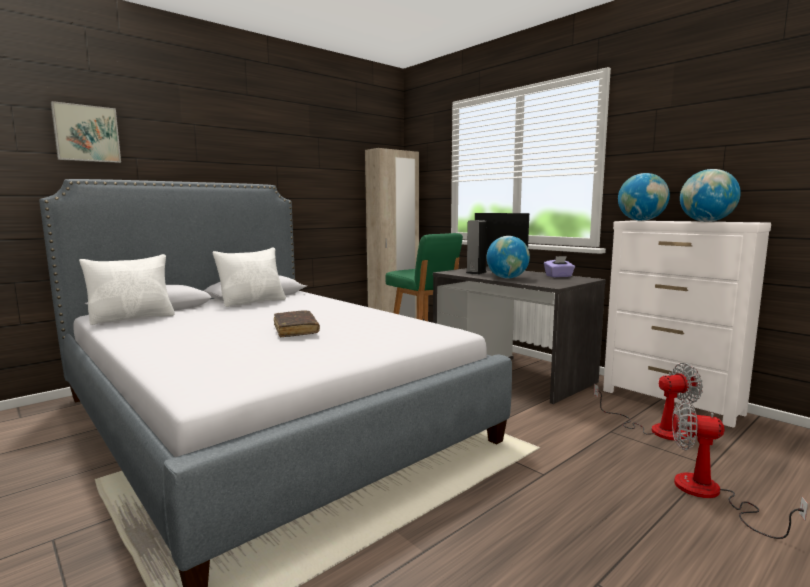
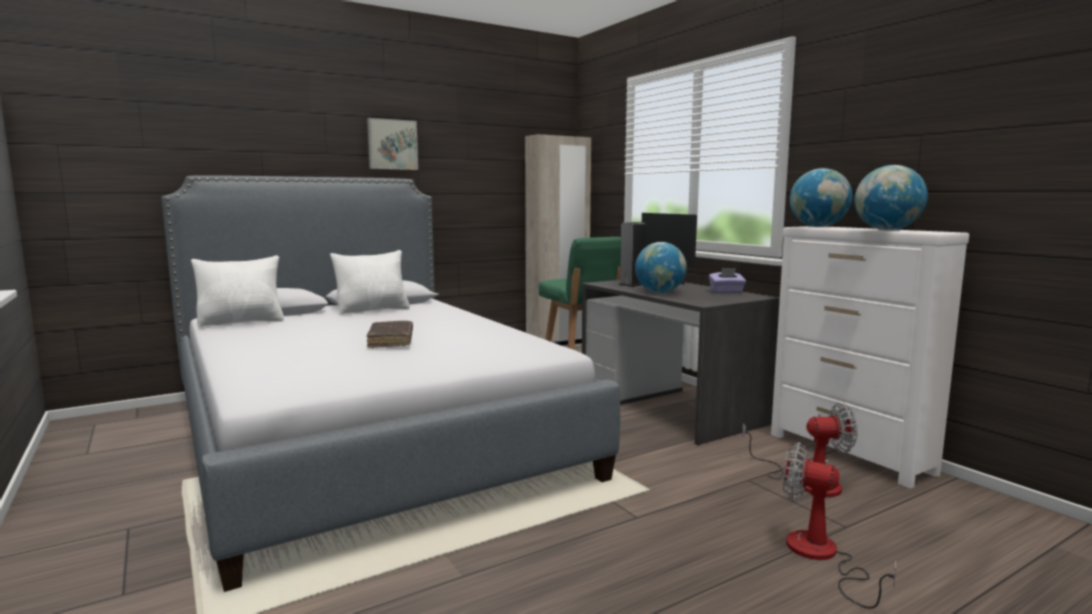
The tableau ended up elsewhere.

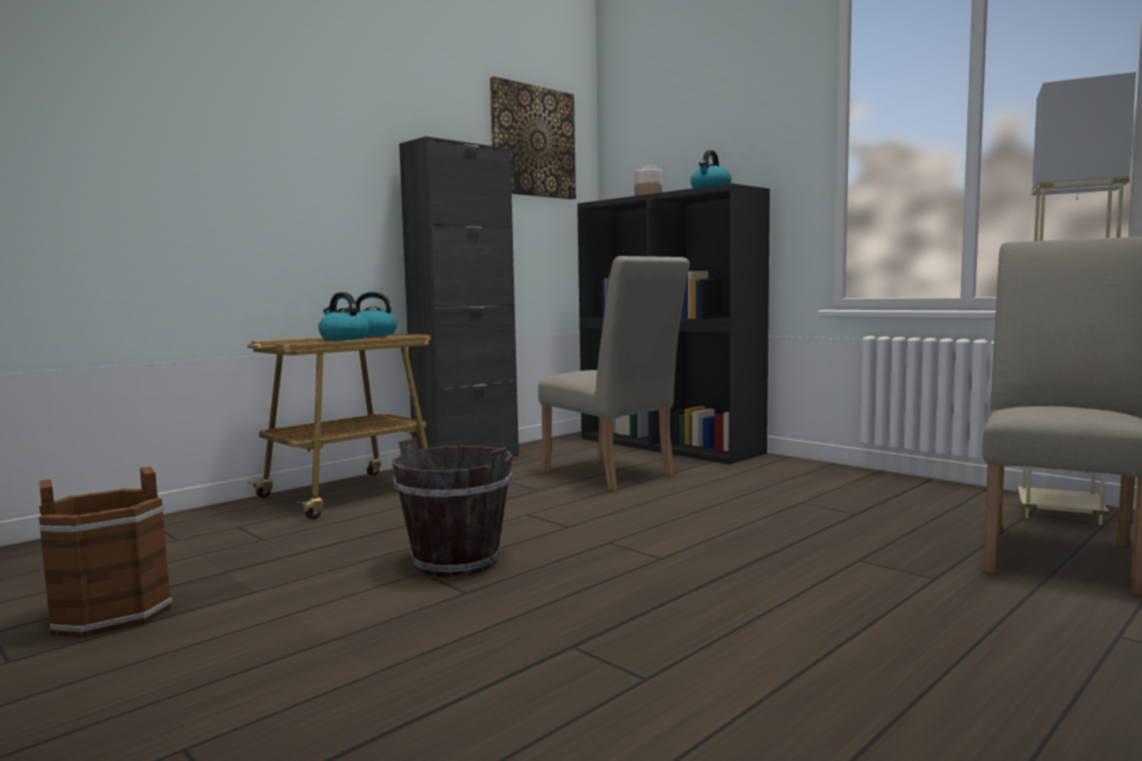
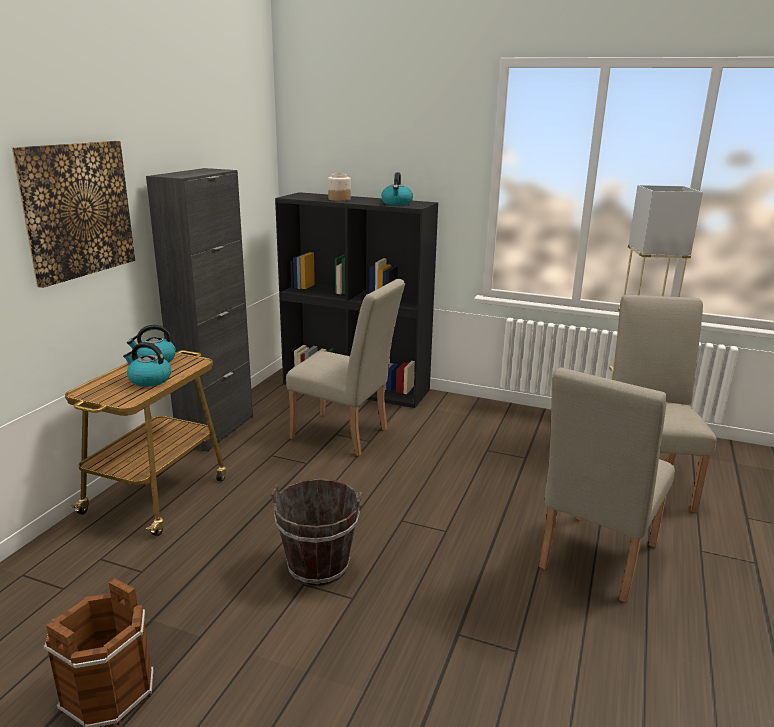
The tableau ended up elsewhere.
The second view gained the chaise [beige] (2nd from left).

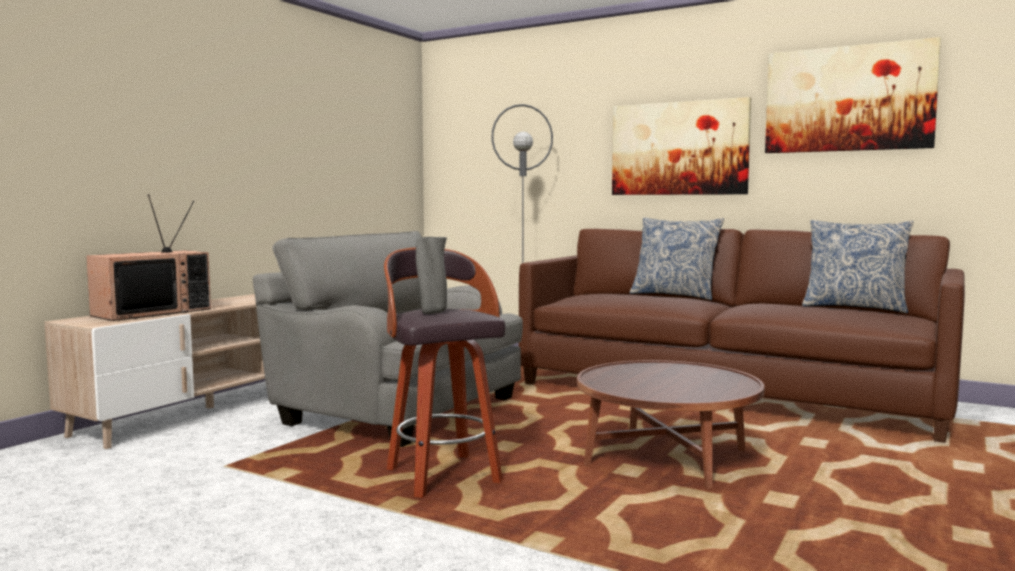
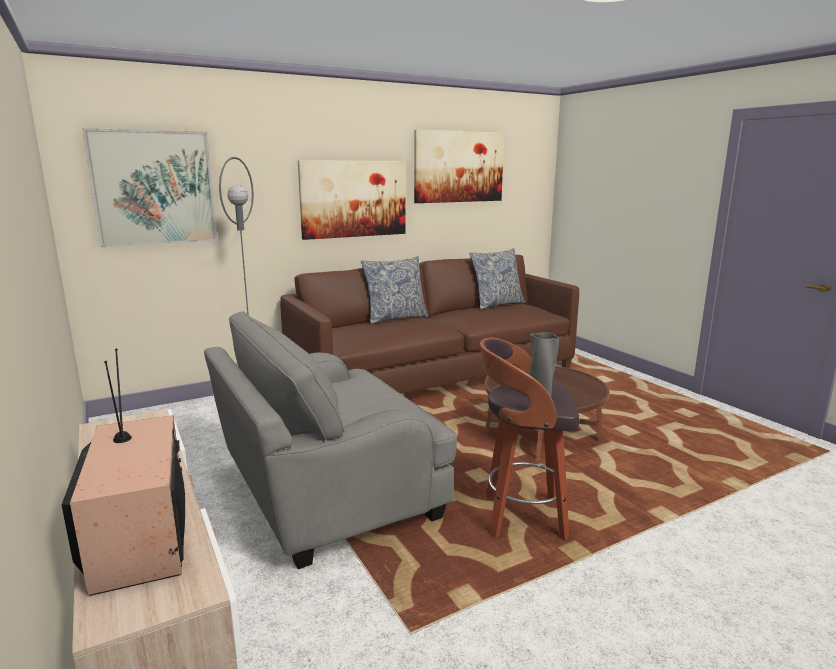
The second view gained the tableau (1st from left).

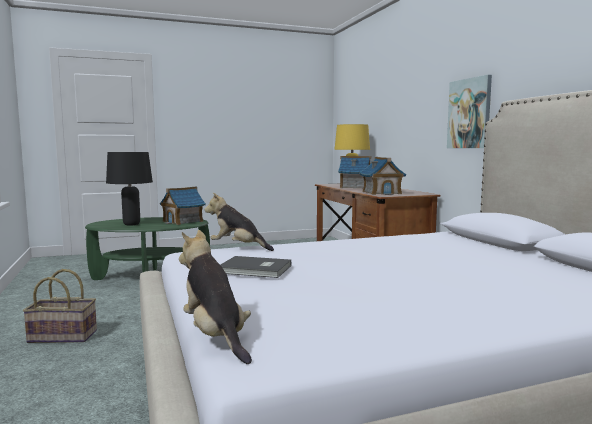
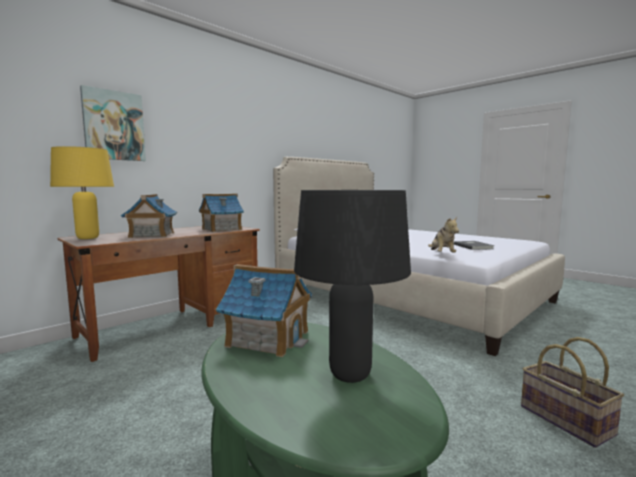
The tableau ended up elsewhere.
The second view lost the peluche (1st from left).

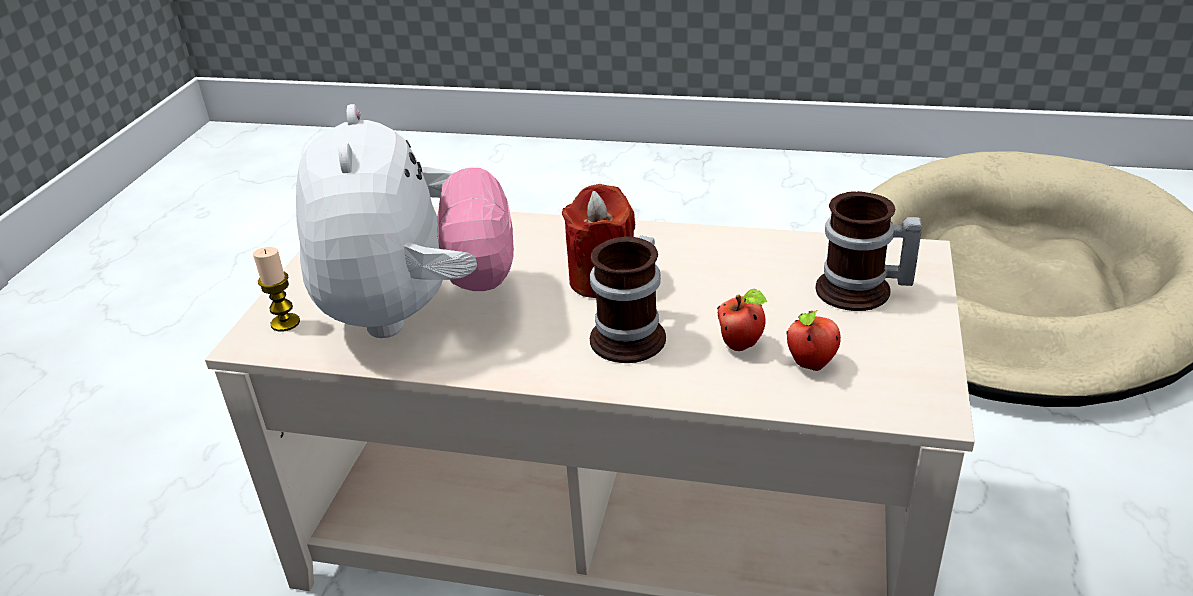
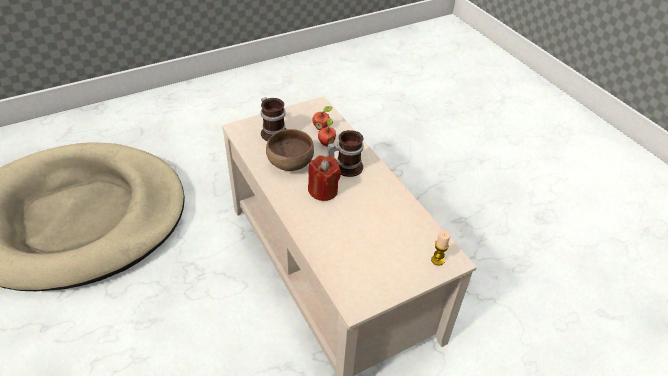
The second view lost the peluche.
The second view gained the bol [marron].

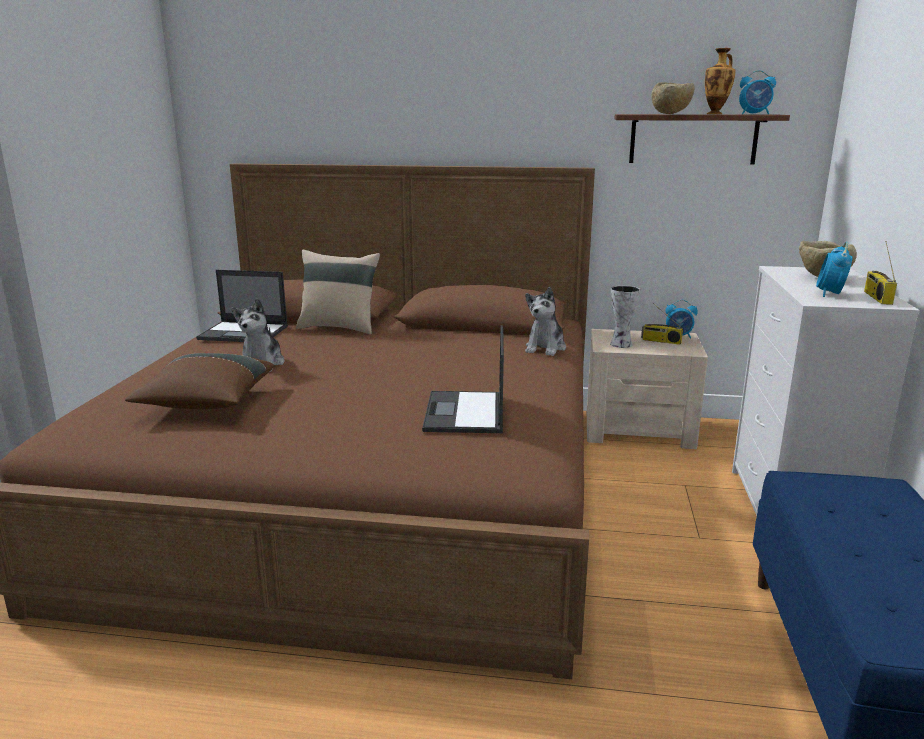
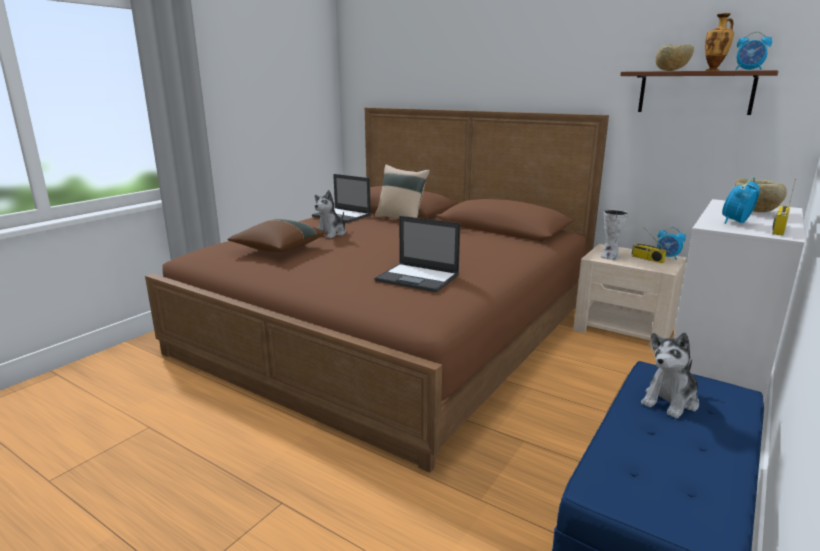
The peluche (2nd from left) ended up elsewhere.
The ordinateur portable (2nd from left) ended up facing another way, 90 degrees counterclockwise from before.

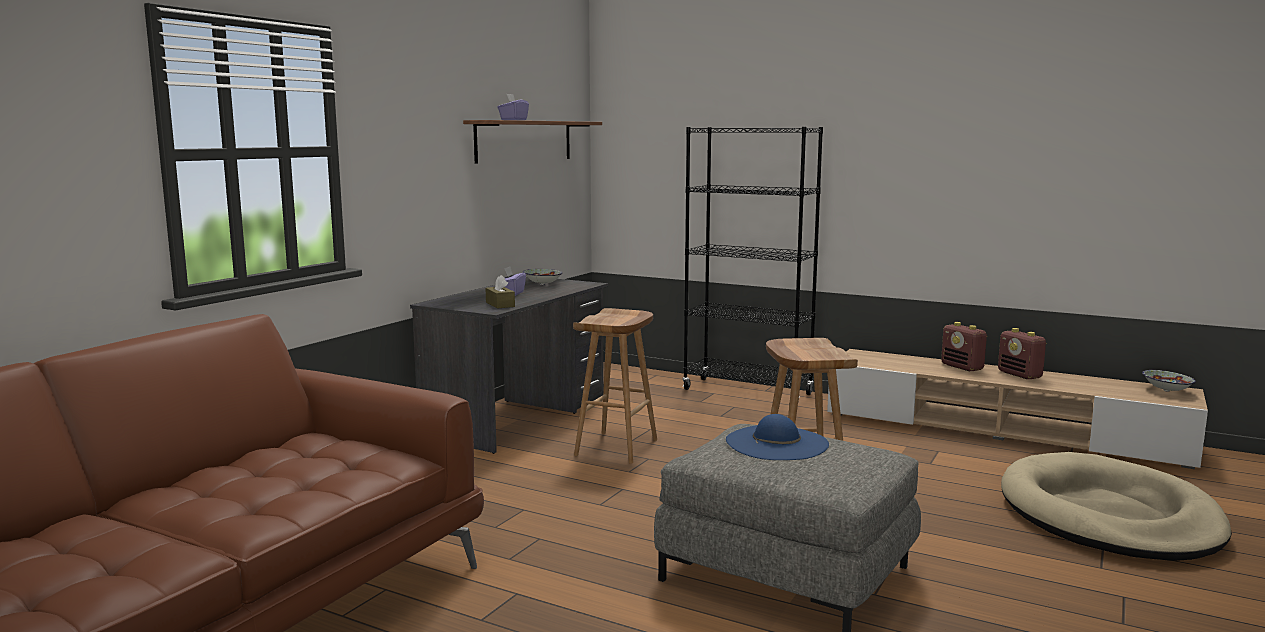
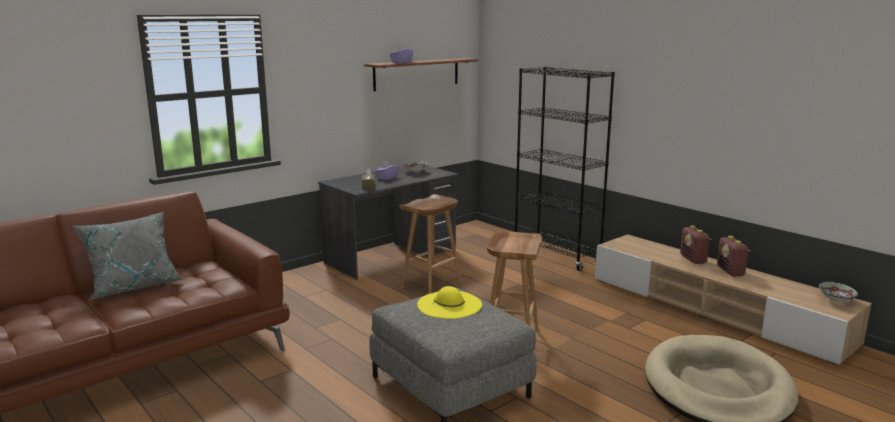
What was the chapeau [bleu] turned into the chapeau [jaune].
The second view gained the coussin [gris].

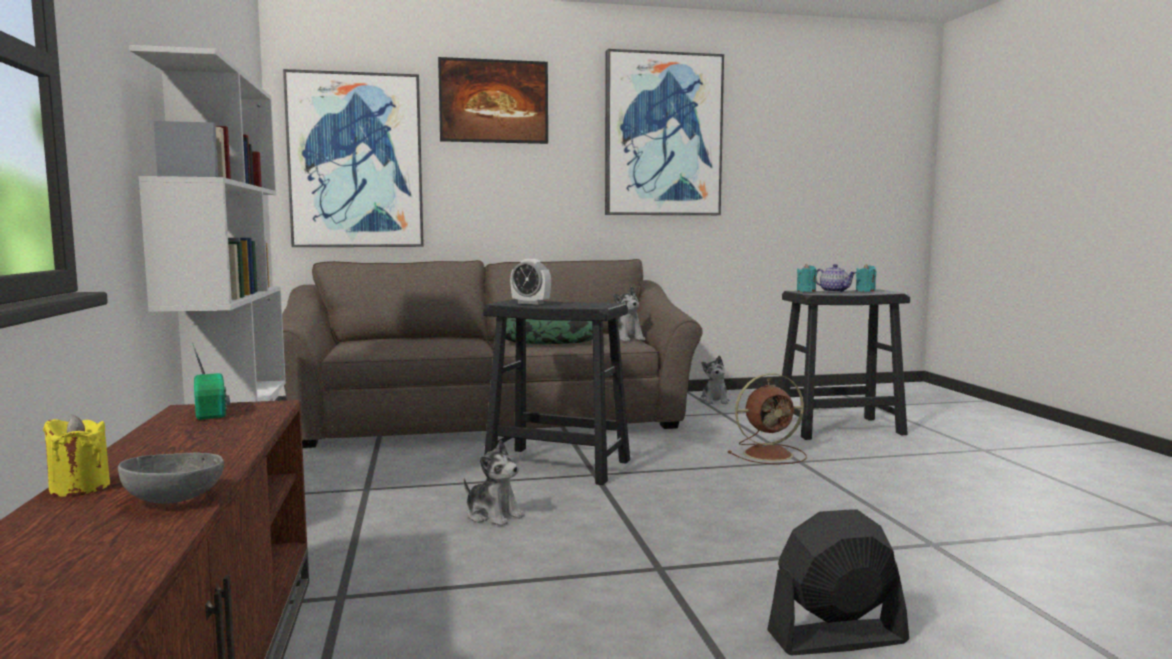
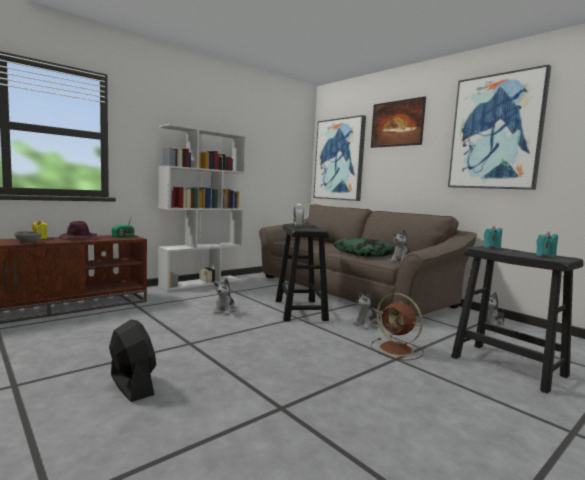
The second view lost the théière.
The second view gained the chapeau [violet].
The second view gained the peluche (2nd from left).

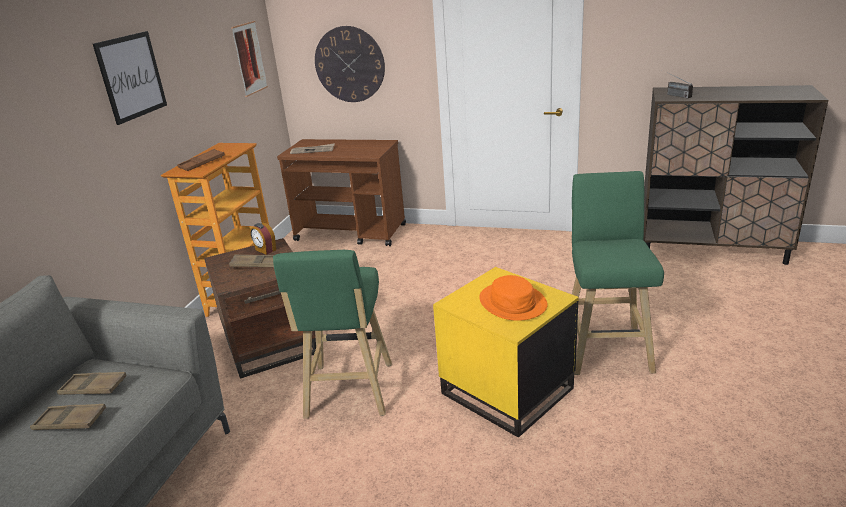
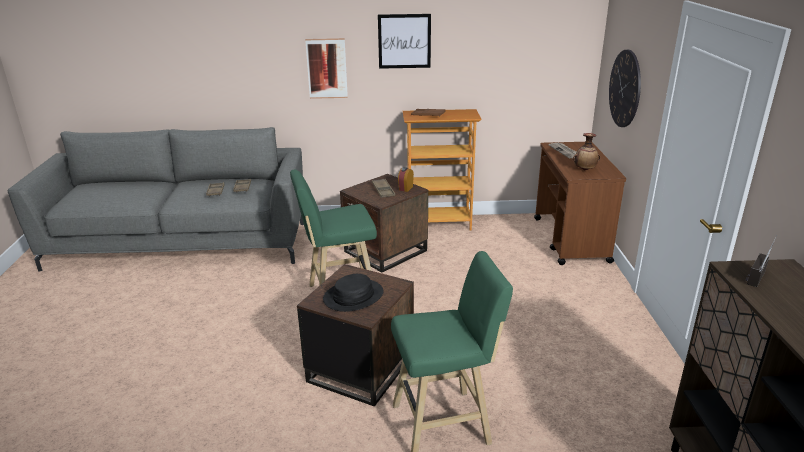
The tableau (2nd from left in the first image) ended up elsewhere.
What was the table d'appoint [jaune] turned into the table d'appoint [marron] (1st from left).
What was the chapeau [orange] turned into the chapeau [noir].
The second view gained the vase.

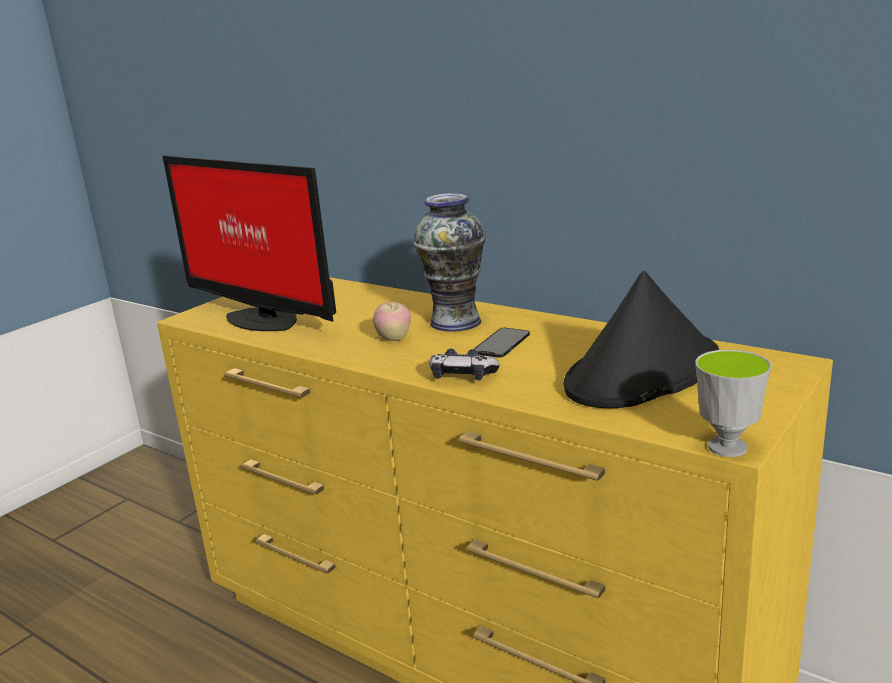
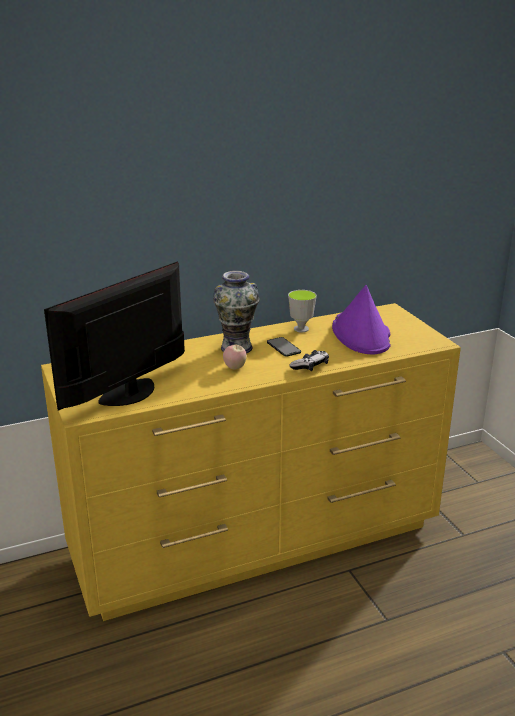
The écran d'ordinateur ended up facing another way, 150 degrees clockwise from before.
What was the chapeau [noir] turned into the chapeau [violet].
The tasse ended up elsewhere.

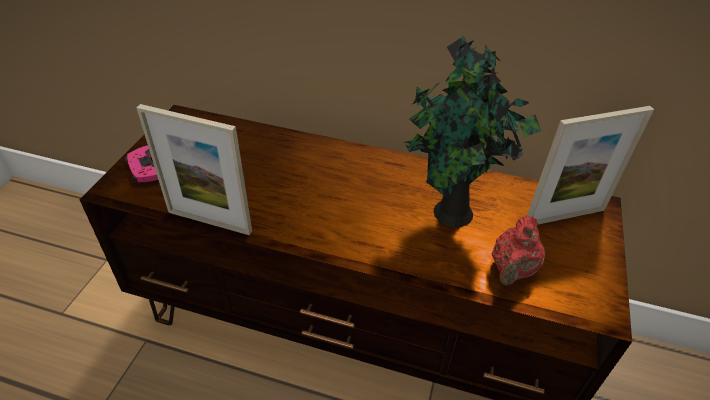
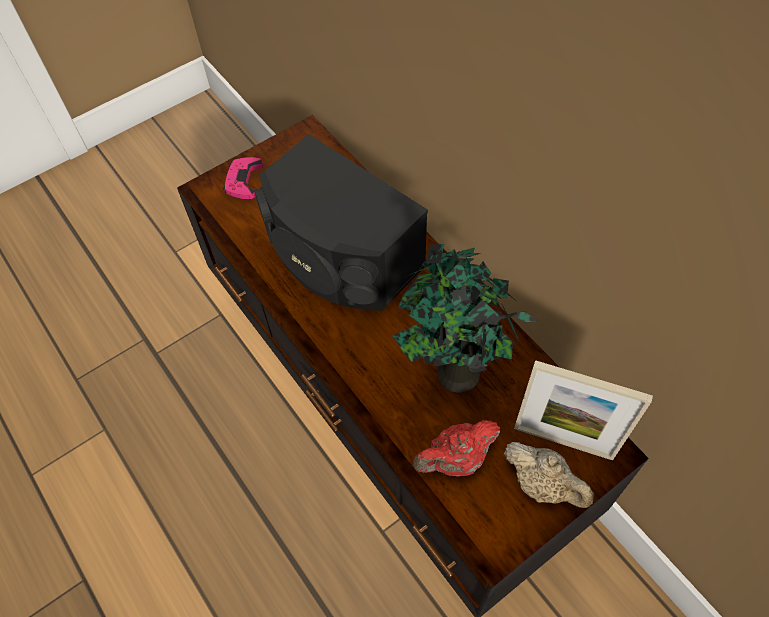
The second view lost the cadre photo (1st from left).
The second view gained the enceinte [noir].
The second view gained the théière [beige].

